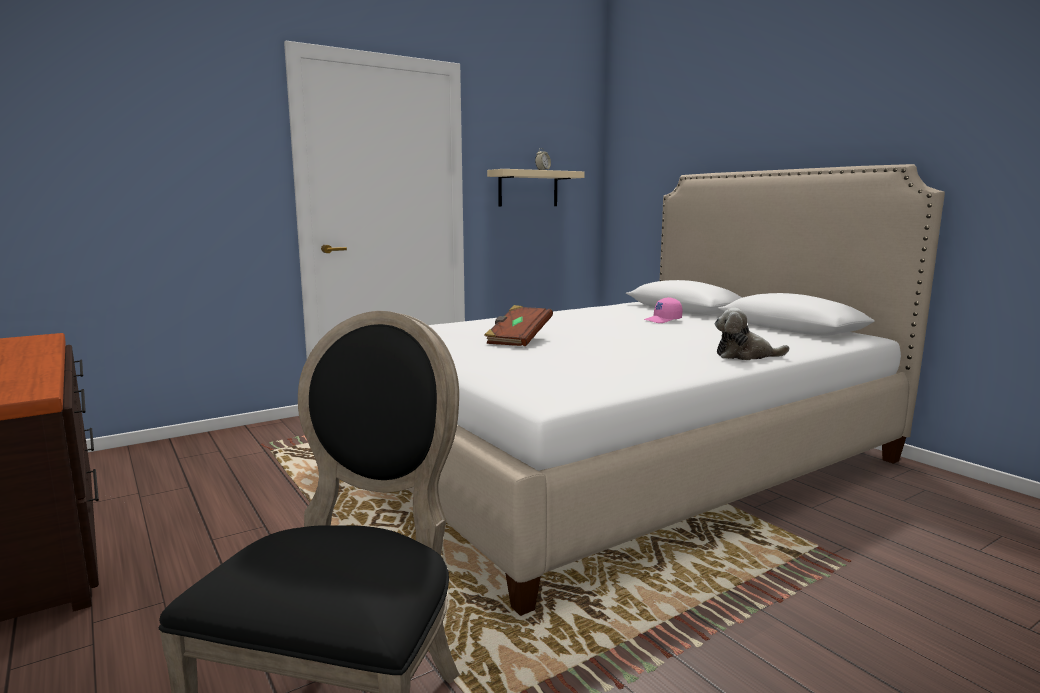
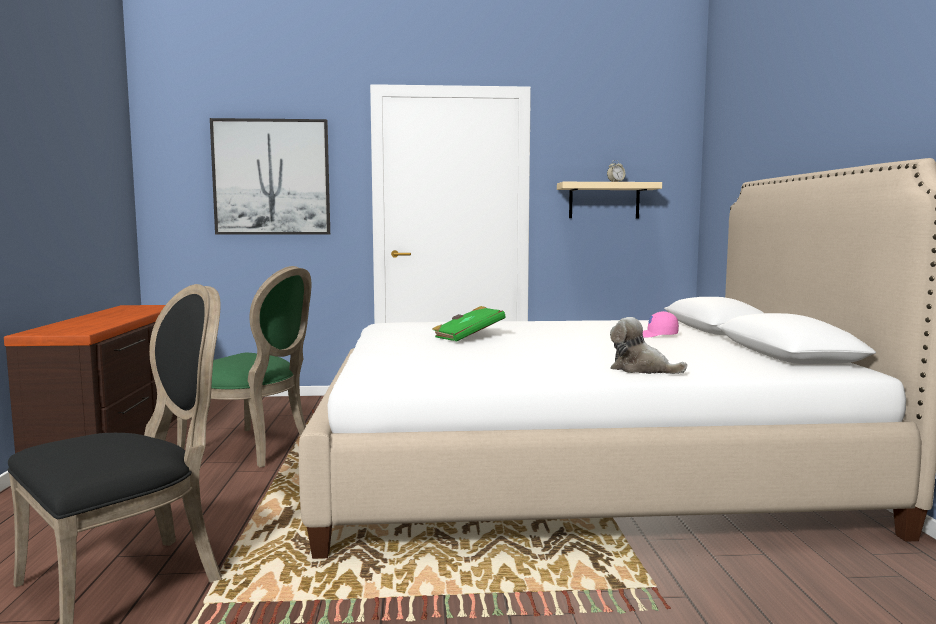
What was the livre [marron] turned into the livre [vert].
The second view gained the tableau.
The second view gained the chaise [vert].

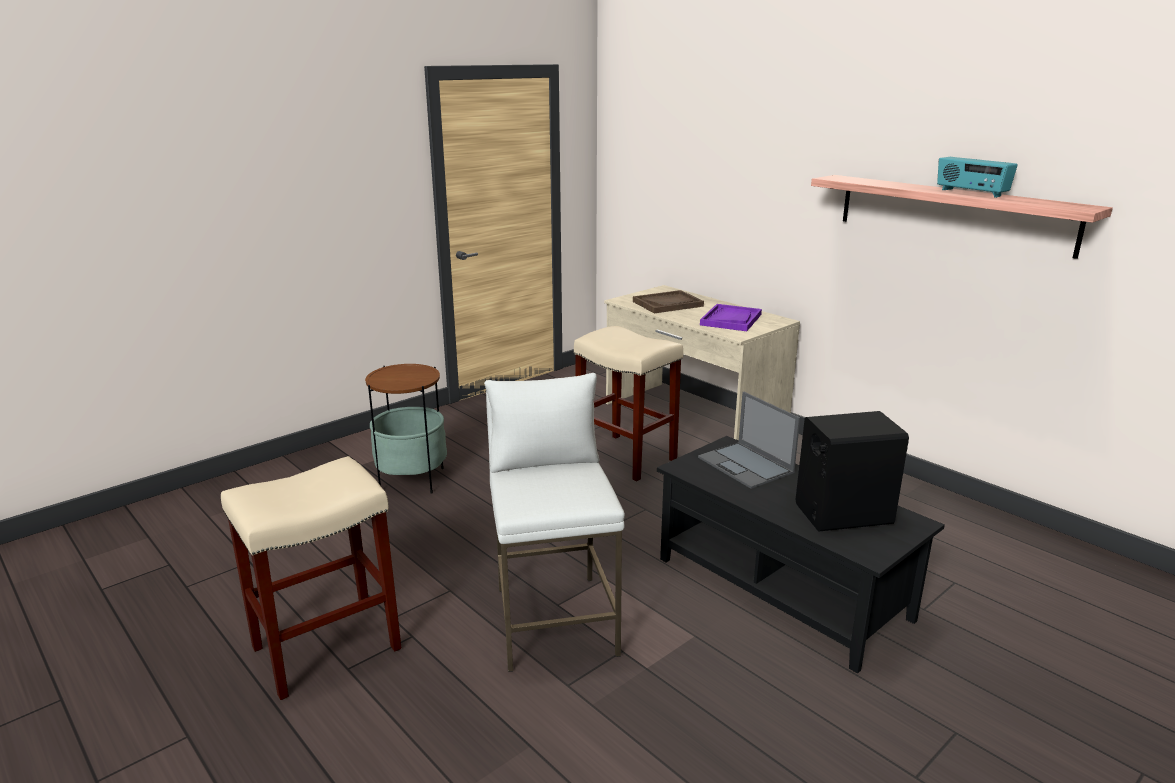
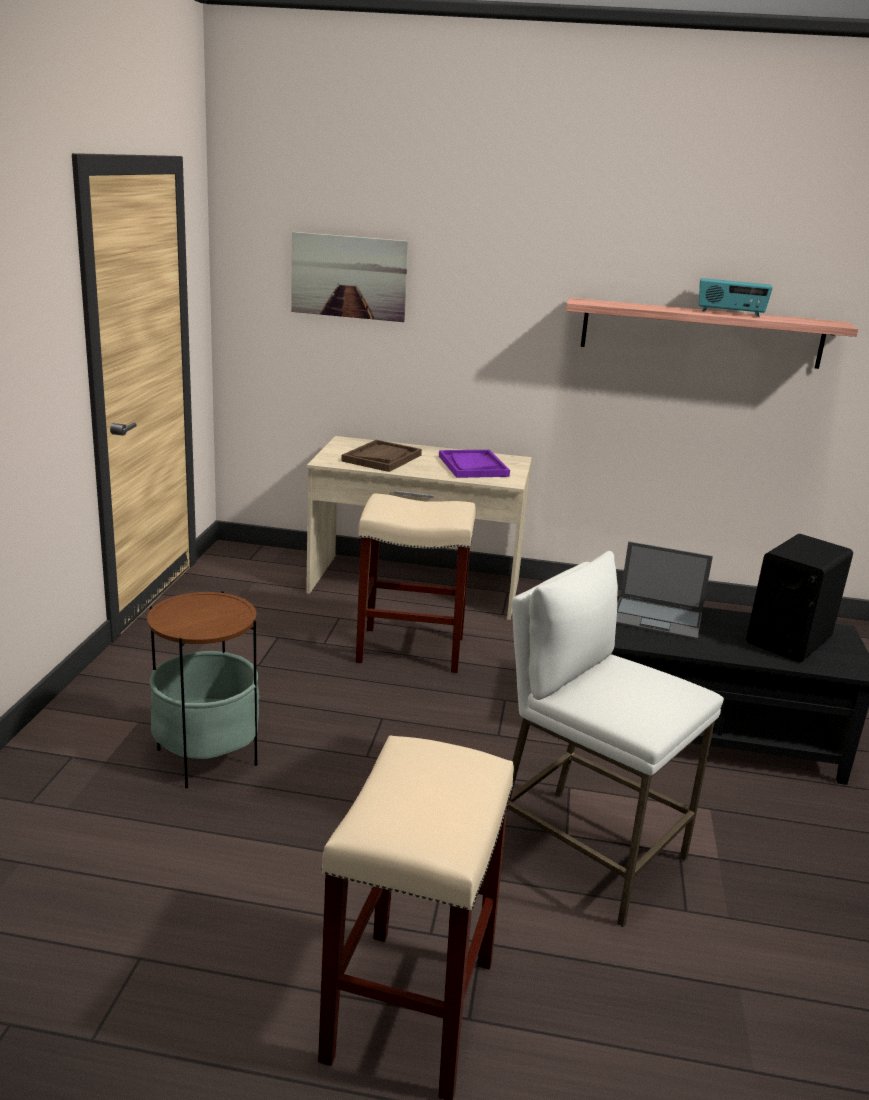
The second view gained the tableau.

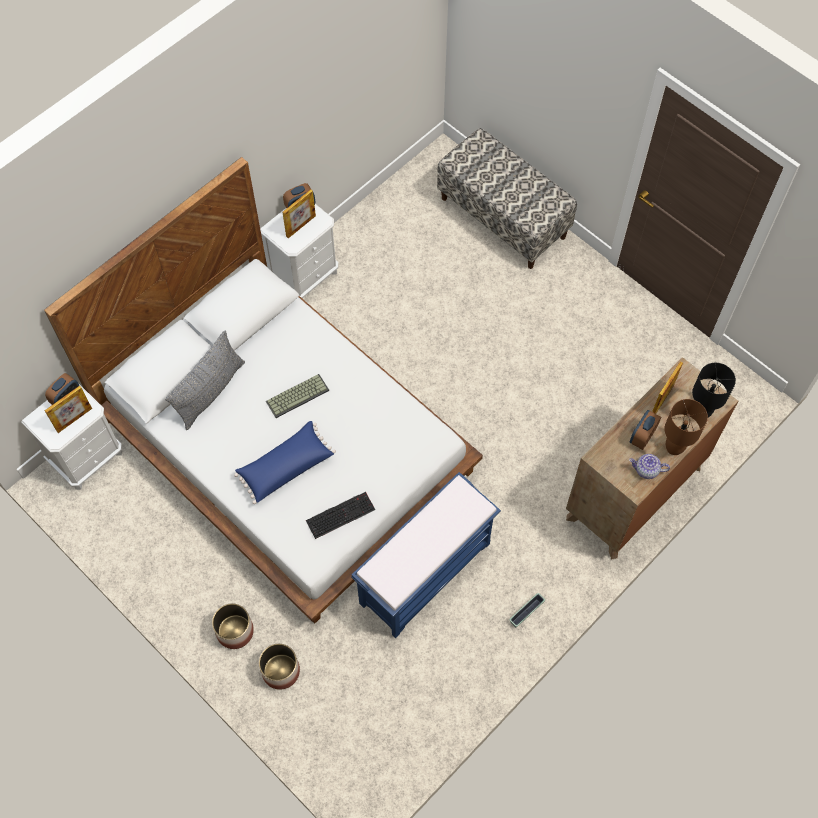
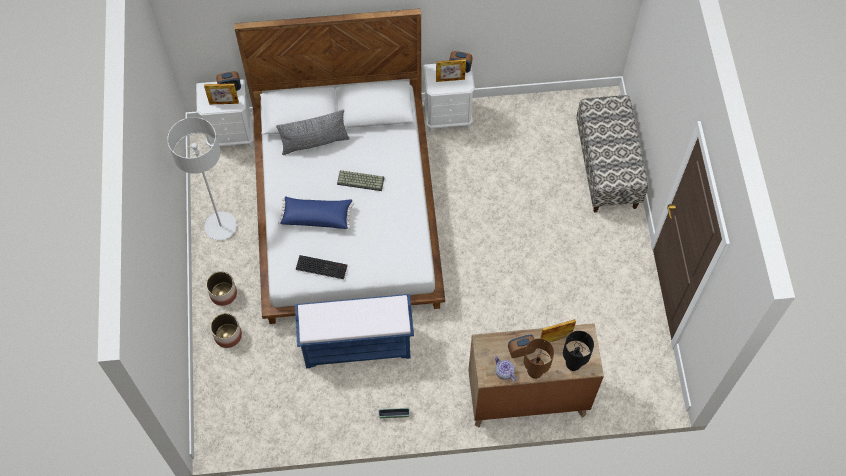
The second view gained the lampadaire [gris].

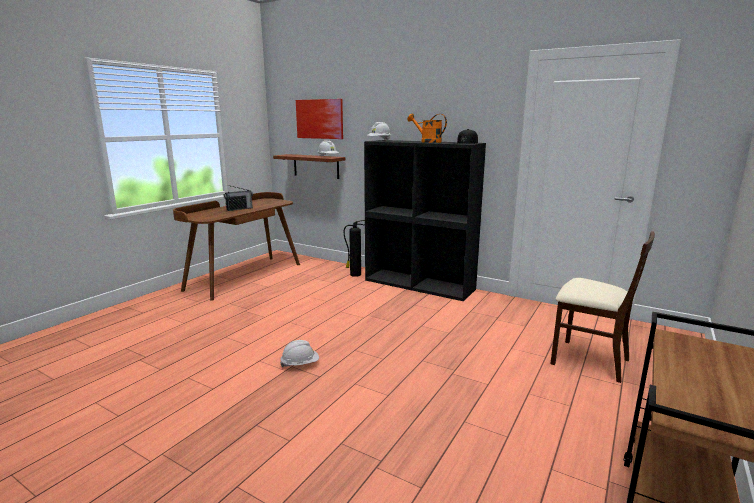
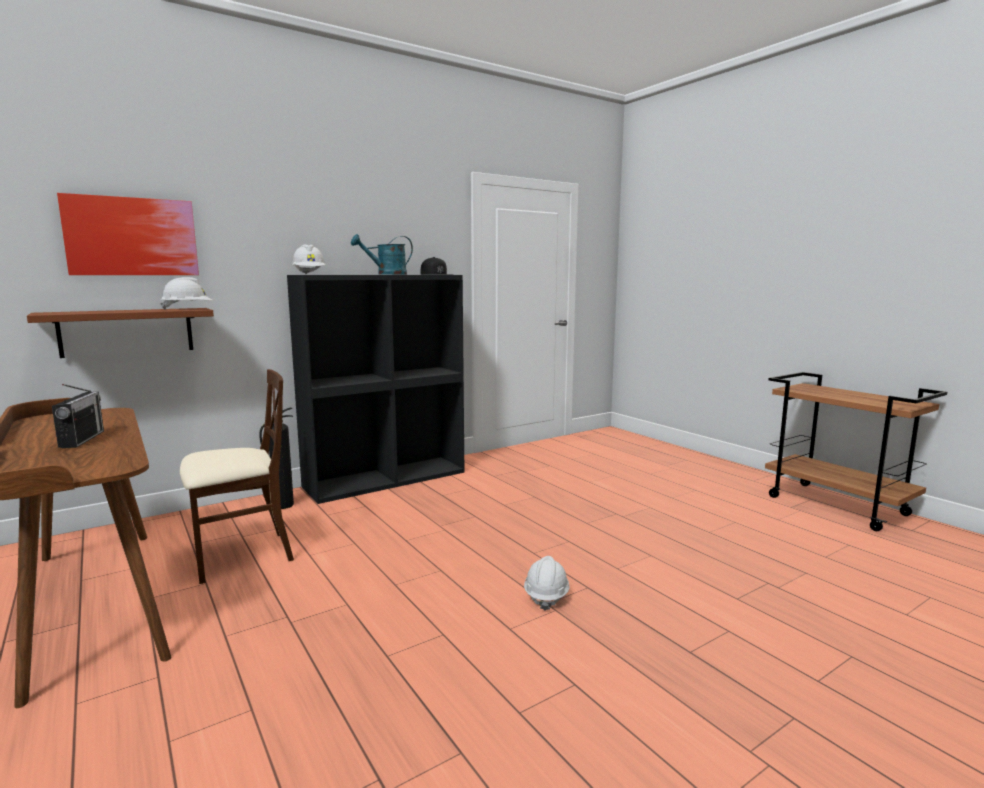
What was the arrosoir [orange] turned into the arrosoir [turquoise].
The chaise [beige] ended up elsewhere.

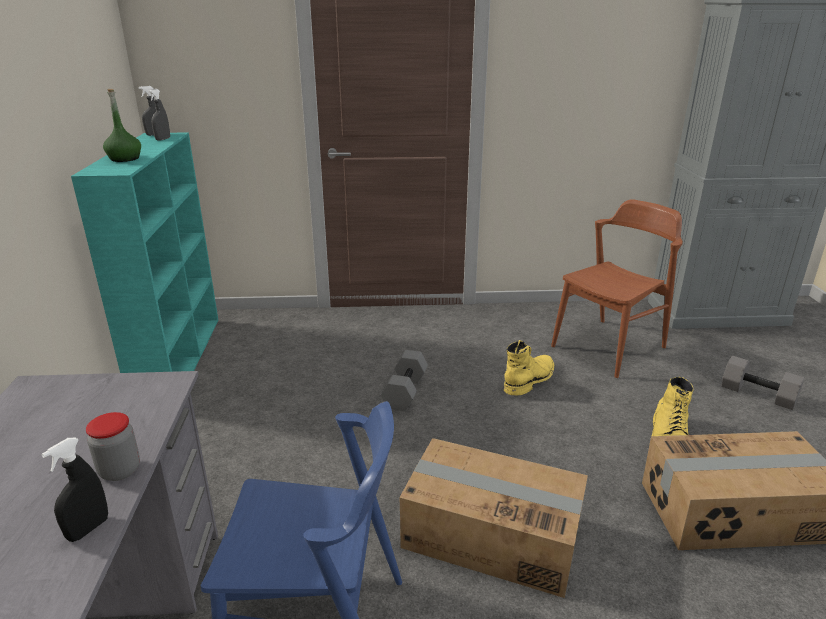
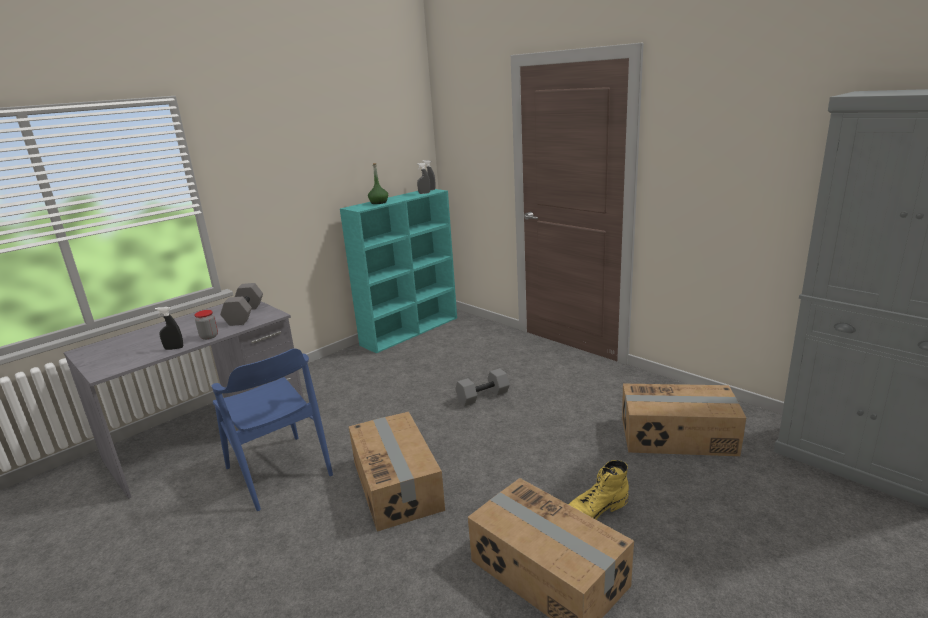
Where the chaise [marron] stood, the carton (3rd from left) came to stand.
The second view lost the botte [jaune] (1st from left).
The haltère [gris] (2nd from left in the first image) ended up elsewhere.

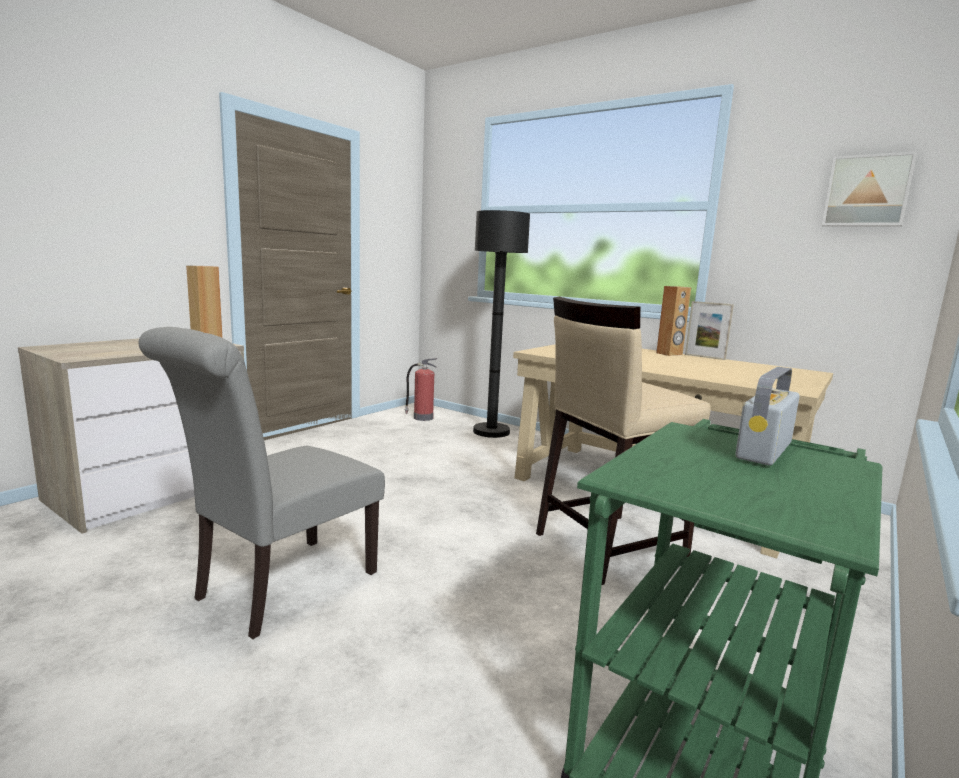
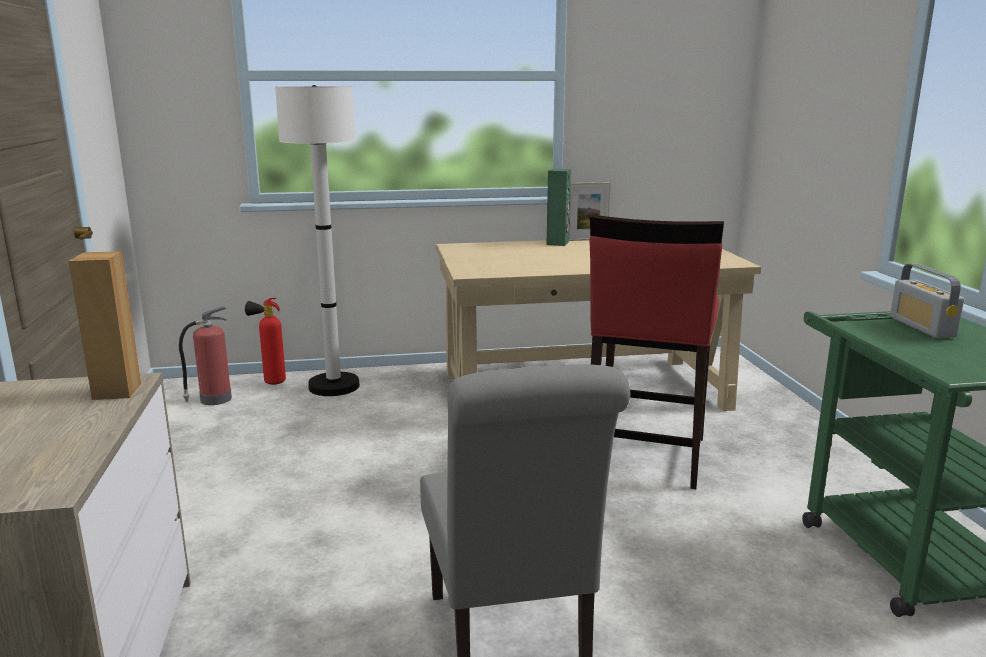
The second view lost the tableau.
What was the lampadaire [noir] turned into the lampadaire [blanc].
What was the enceinte [marron] (2nd from left) turned into the enceinte [vert].
What was the tabouret [beige] turned into the tabouret [rouge].
The second view gained the extincteur (2nd from left).

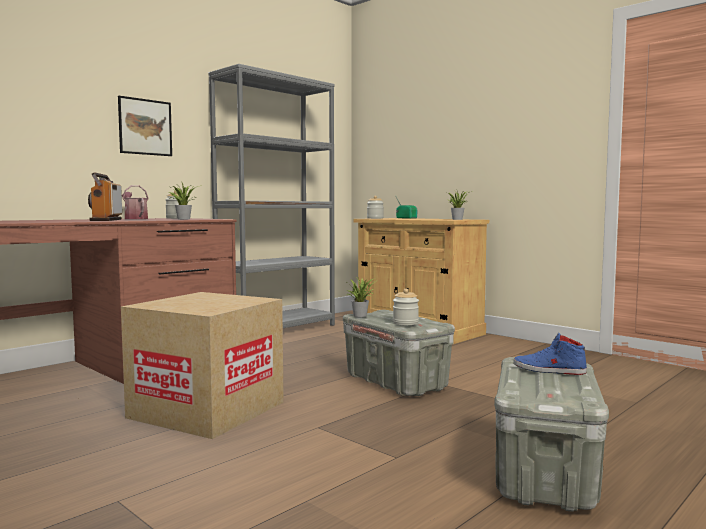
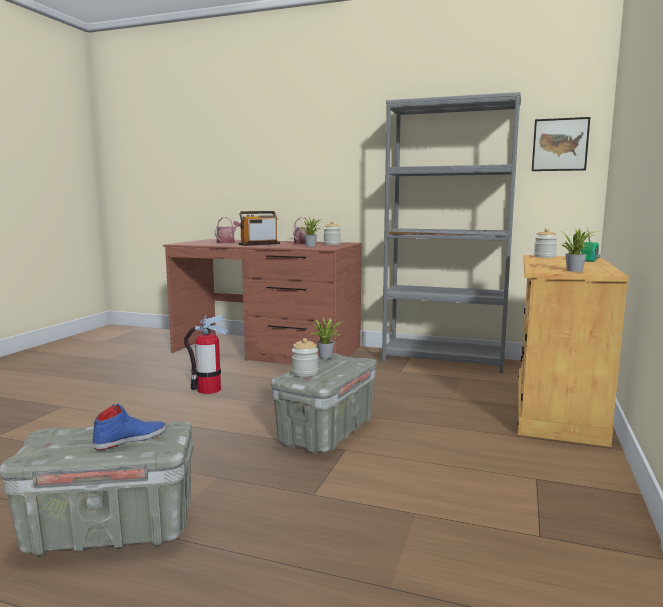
The tableau ended up elsewhere.
Where the carton stood, the extincteur came to stand.
The chaussure [bleu] ended up facing another way, 60 degrees clockwise from before.
The second view gained the arrosoir (1st from left).

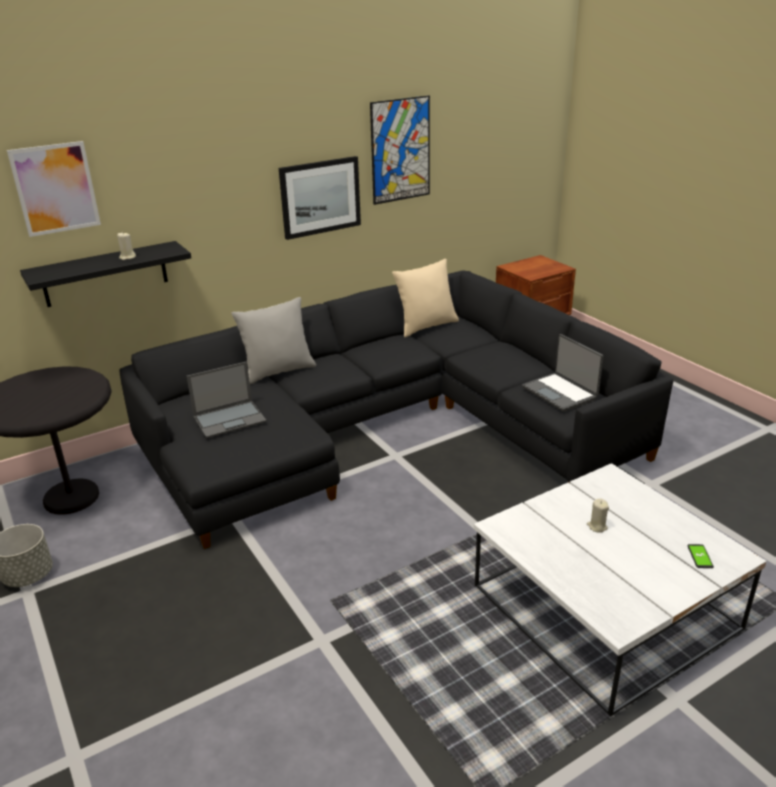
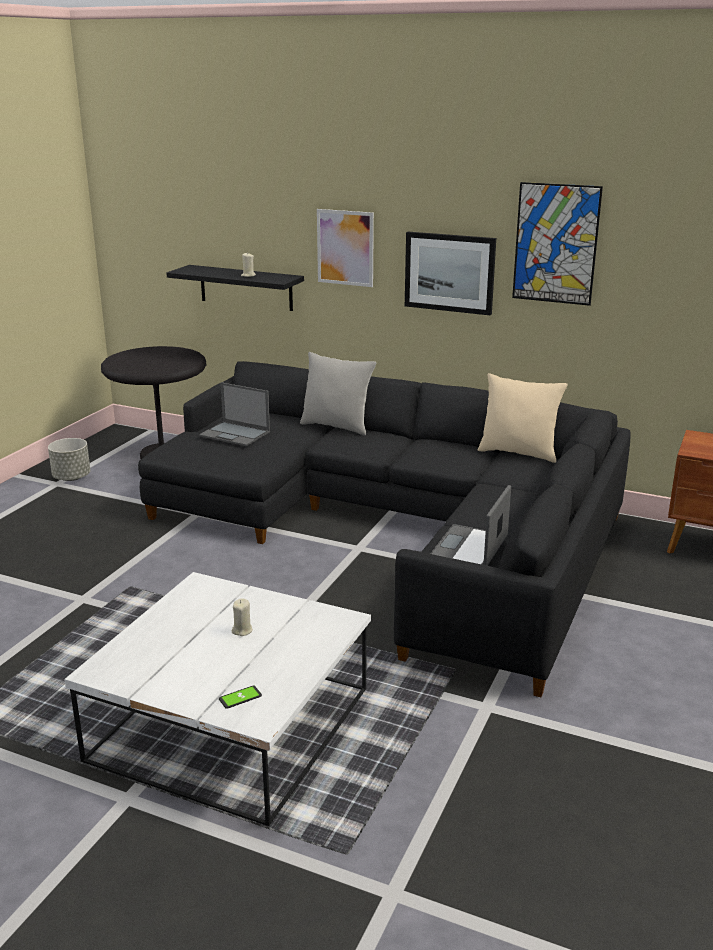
The tableau (1st from left) ended up elsewhere.

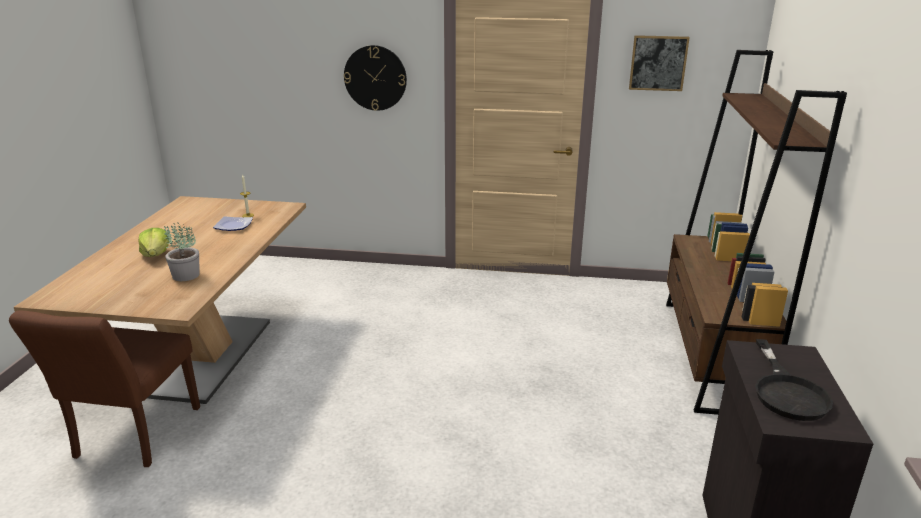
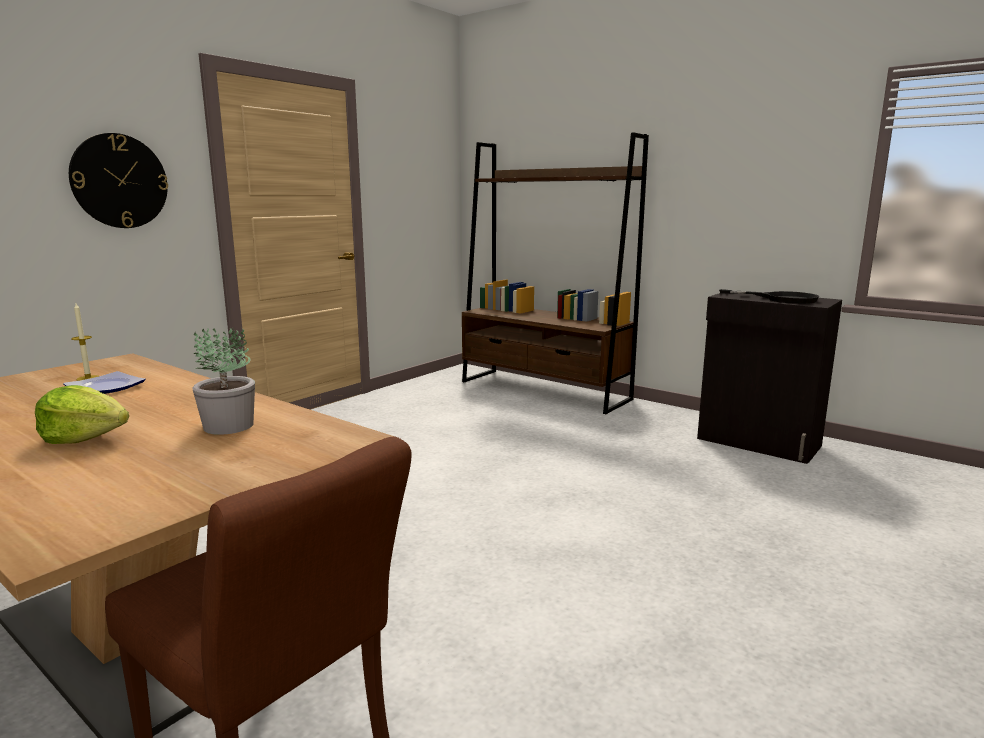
The second view lost the tableau.

